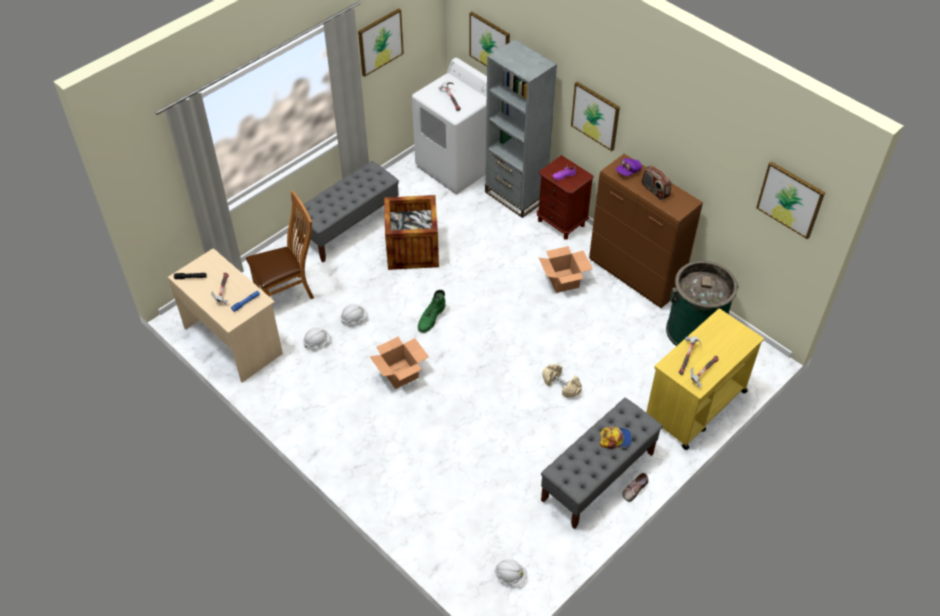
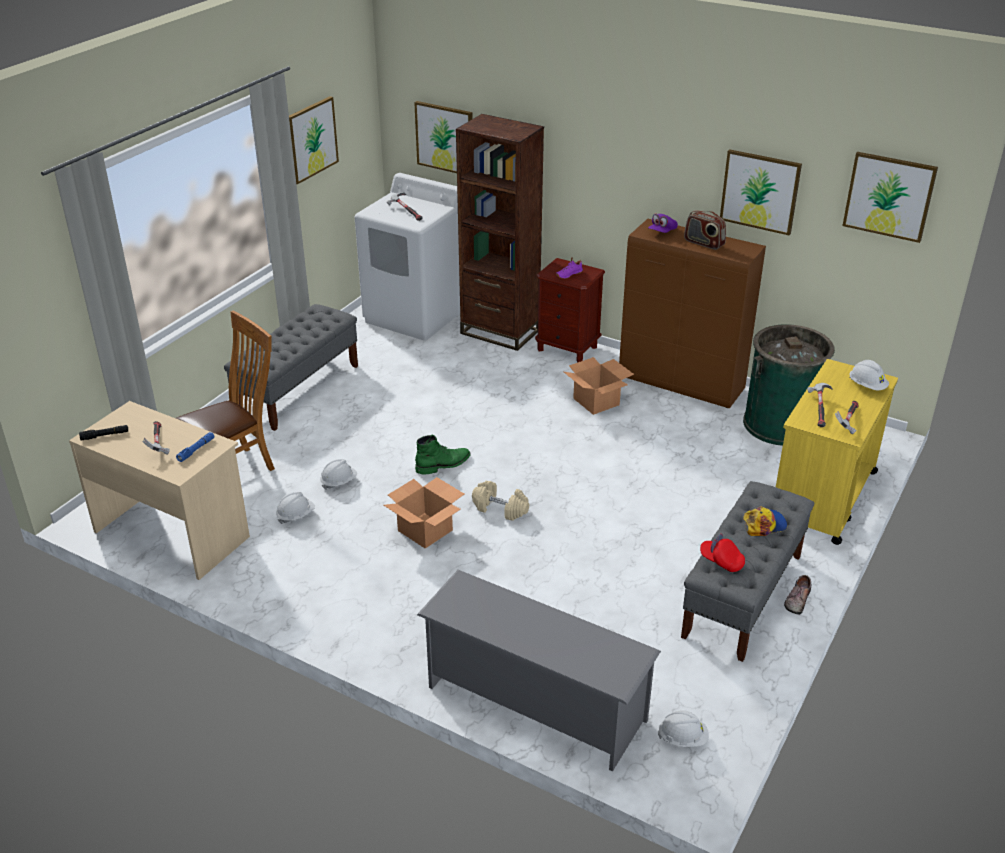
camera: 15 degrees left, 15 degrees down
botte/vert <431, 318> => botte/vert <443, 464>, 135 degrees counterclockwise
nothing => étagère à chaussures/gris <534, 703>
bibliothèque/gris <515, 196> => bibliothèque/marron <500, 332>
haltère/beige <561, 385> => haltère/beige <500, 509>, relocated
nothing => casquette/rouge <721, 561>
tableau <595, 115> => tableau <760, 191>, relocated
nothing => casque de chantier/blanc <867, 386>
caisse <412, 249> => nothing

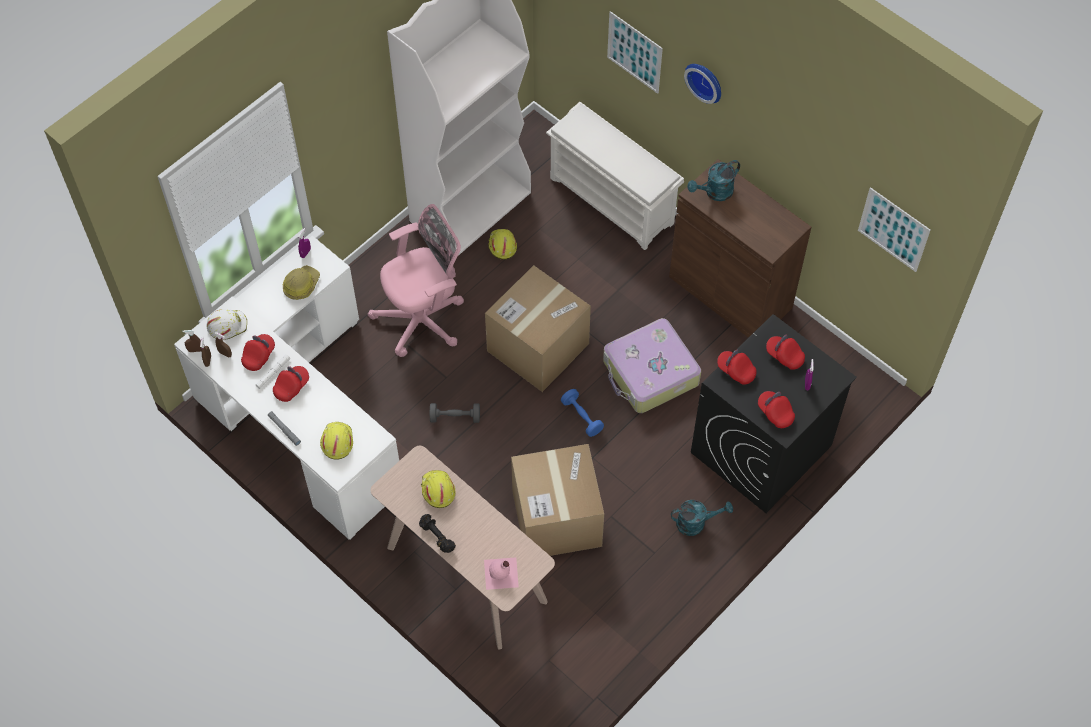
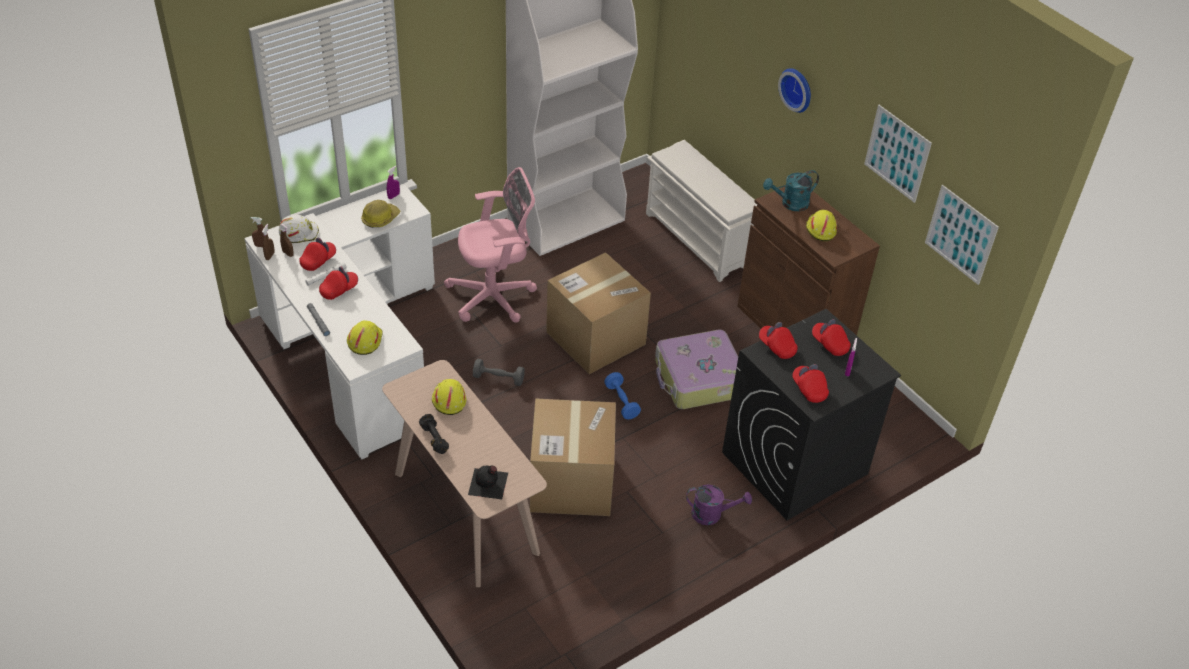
camera: 10 degrees right, 15 degrees down
bouteille/rose <501, 574> => bouteille/noir <488, 484>
arrosoir/turquoise <696, 523> => arrosoir/violet <712, 514>
casque de chantier/jaune <502, 245> => casque de chantier/jaune <820, 229>, relocated
tableau <634, 52> => tableau <897, 153>, relocated

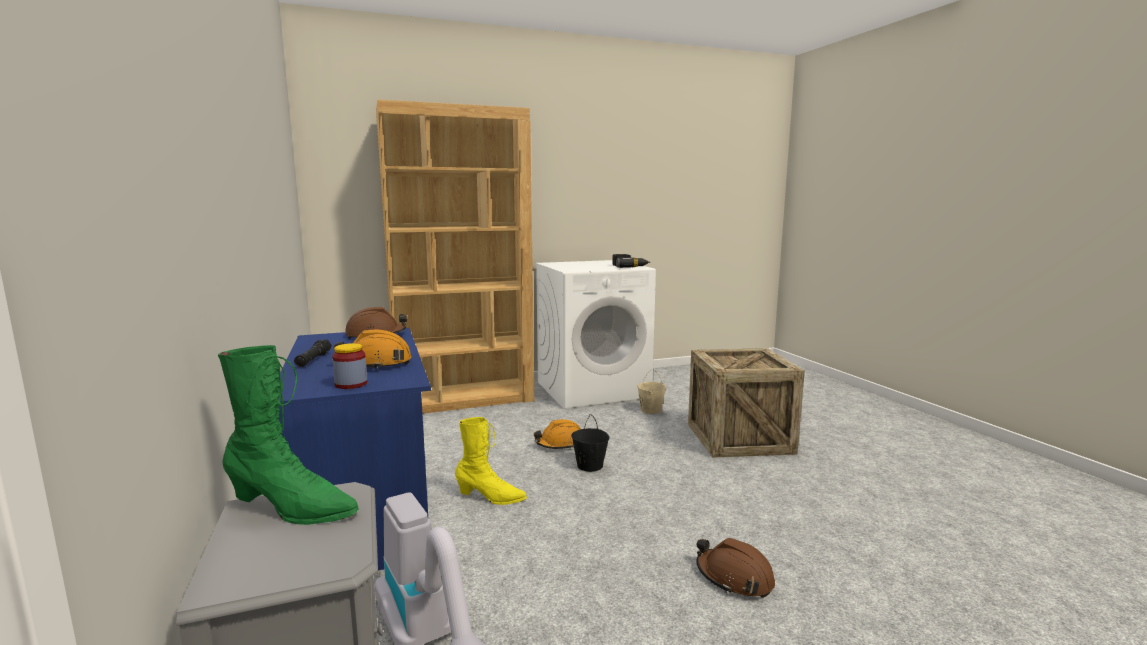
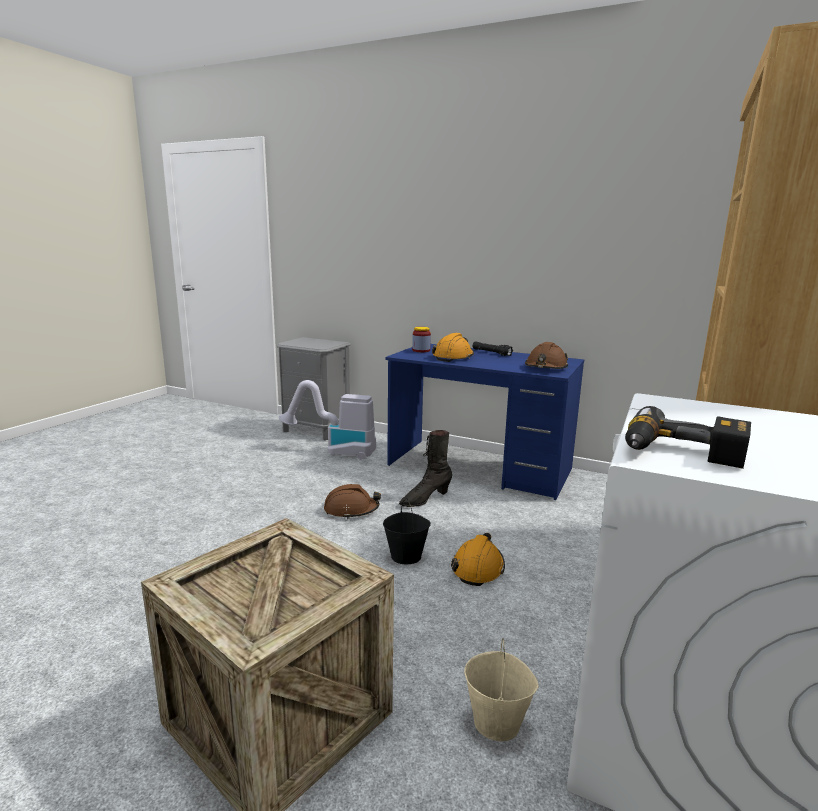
camera: 135 degrees right, 5 degrees up
casque de chantier/marron <734, 578> => casque de chantier/marron <351, 510>, relocated
botte/jaune <490, 498> => botte/noir <425, 499>
botte/vert <292, 509> => nothing

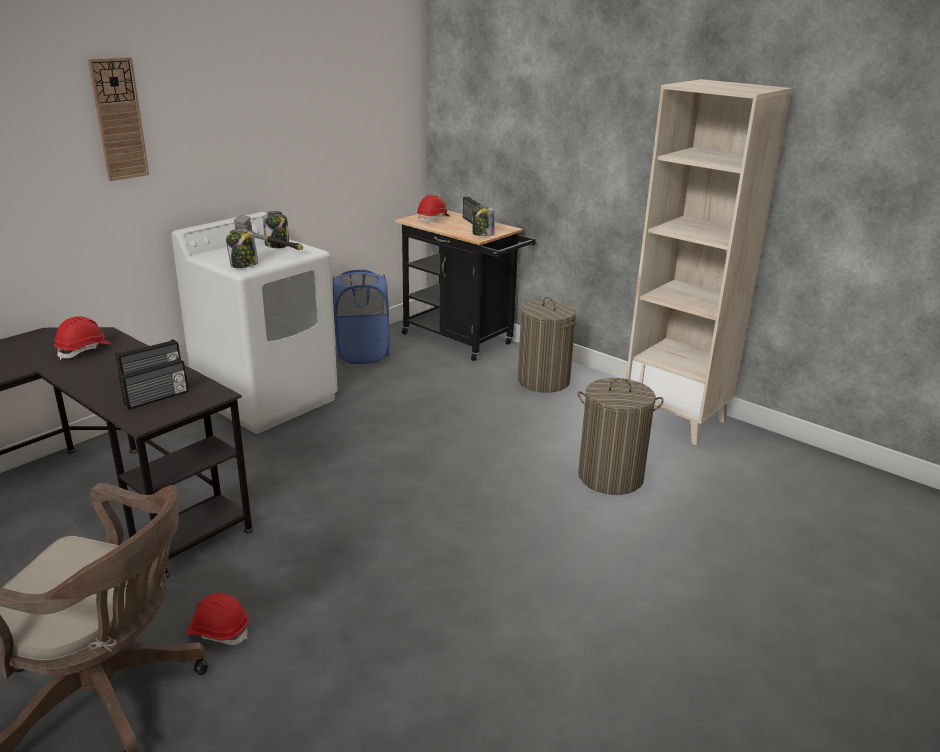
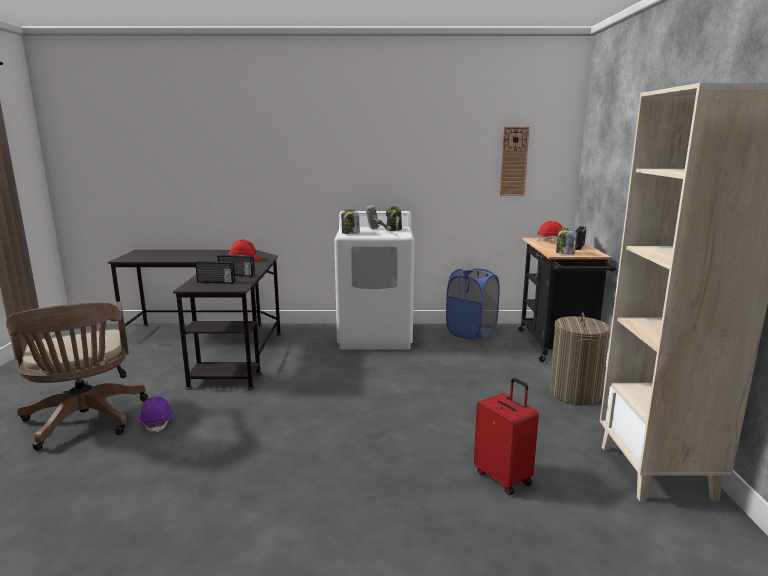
camera: 50 degrees right, 10 degrees down
casque de chantier/rouge <219, 631> => casque de chantier/violet <157, 422>
panier à linge <610, 477> => valise/rouge <504, 478>
horloge murale <119, 119> => horloge murale <513, 161>, relocated

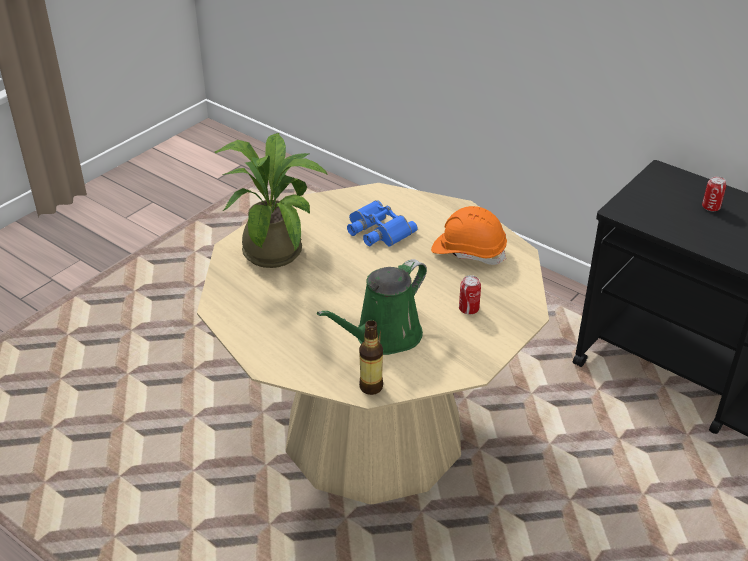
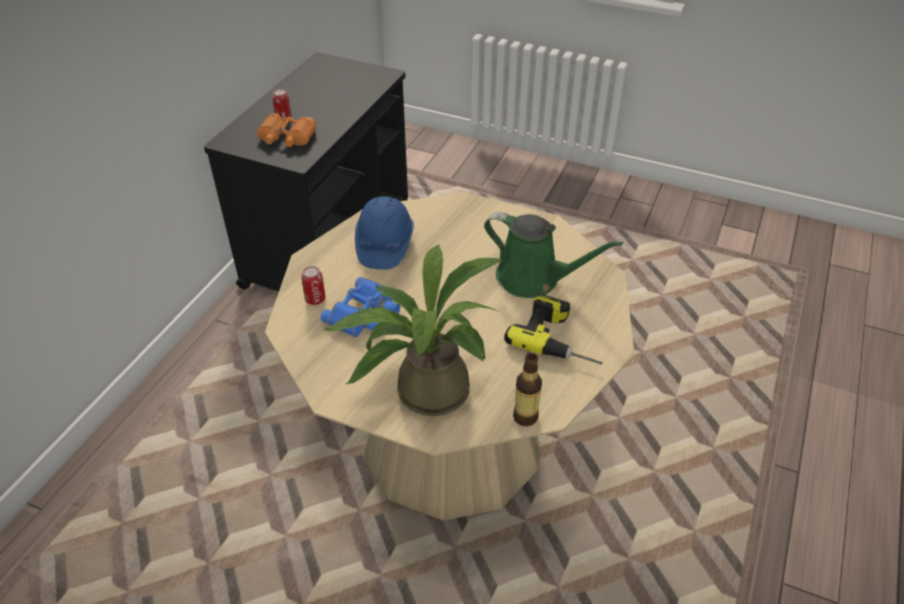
camera: 105 degrees left, 5 degrees up
nothing => jumelles/orange <287, 138>
boîte métallique <468, 309> => boîte métallique <315, 299>, relocated
casque de chantier/orange <468, 251> => casque de chantier/bleu <384, 245>
nothing => perceuse <560, 338>
bouteille <371, 387> => bouteille <525, 417>, relocated

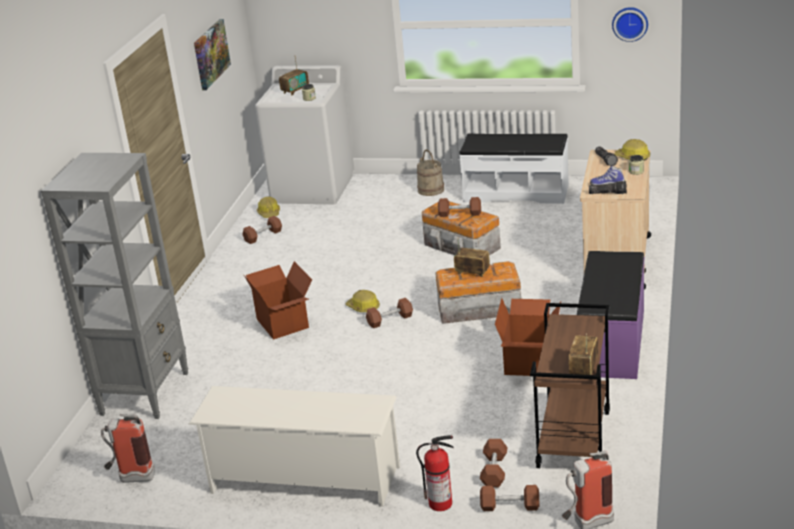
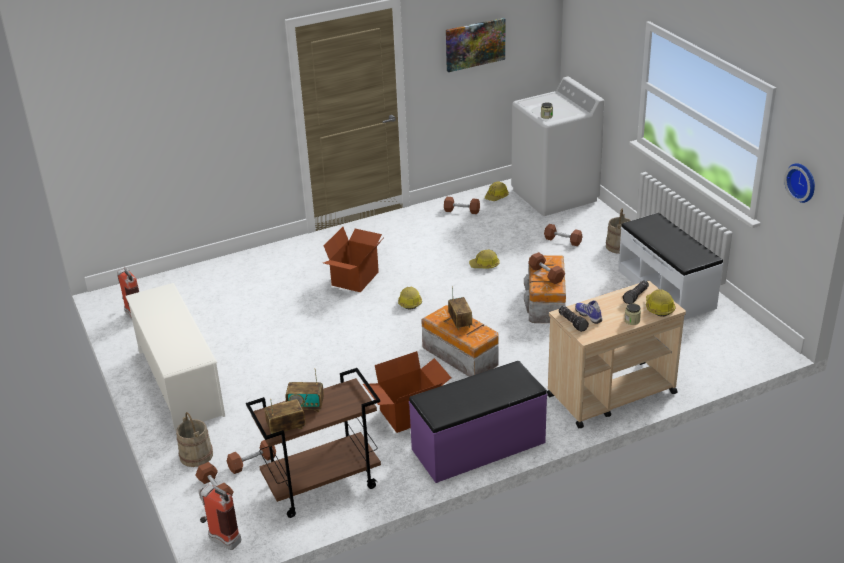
camera: 50 degrees right, 5 degrees up
extincteur <441, 503> => seau/beige <196, 455>
radio <295, 91> => radio <306, 406>, relocated
nothing => casque de chantier <484, 265>
haltère/marron <390, 320> => haltère/marron <563, 240>, relocated
bibliothèque/gris <145, 393> => nothing

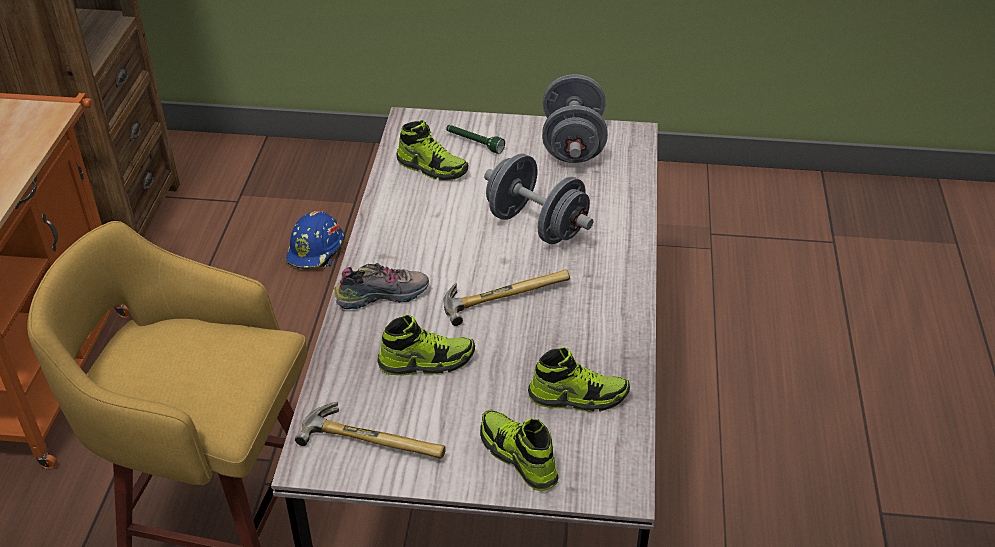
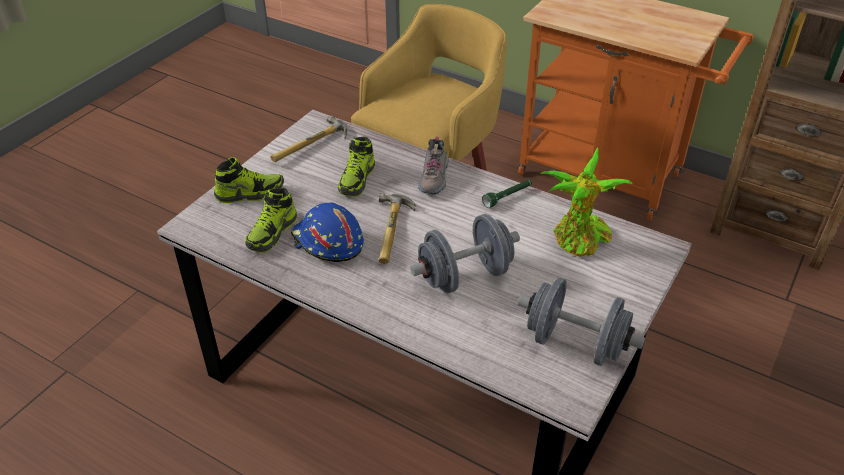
camera: 115 degrees right, 0 degrees up
casque de chantier/bleu <316, 251> => casque de chantier/bleu <327, 243>, relocated
lampe de poche/vert <474, 143> => lampe de poche/vert <508, 197>, relocated
chaussure <432, 167> => plante en pot <579, 241>

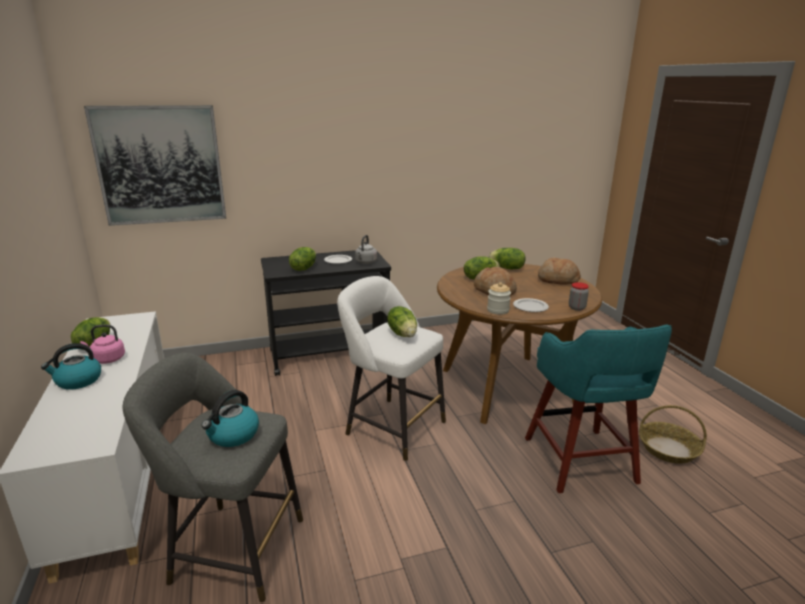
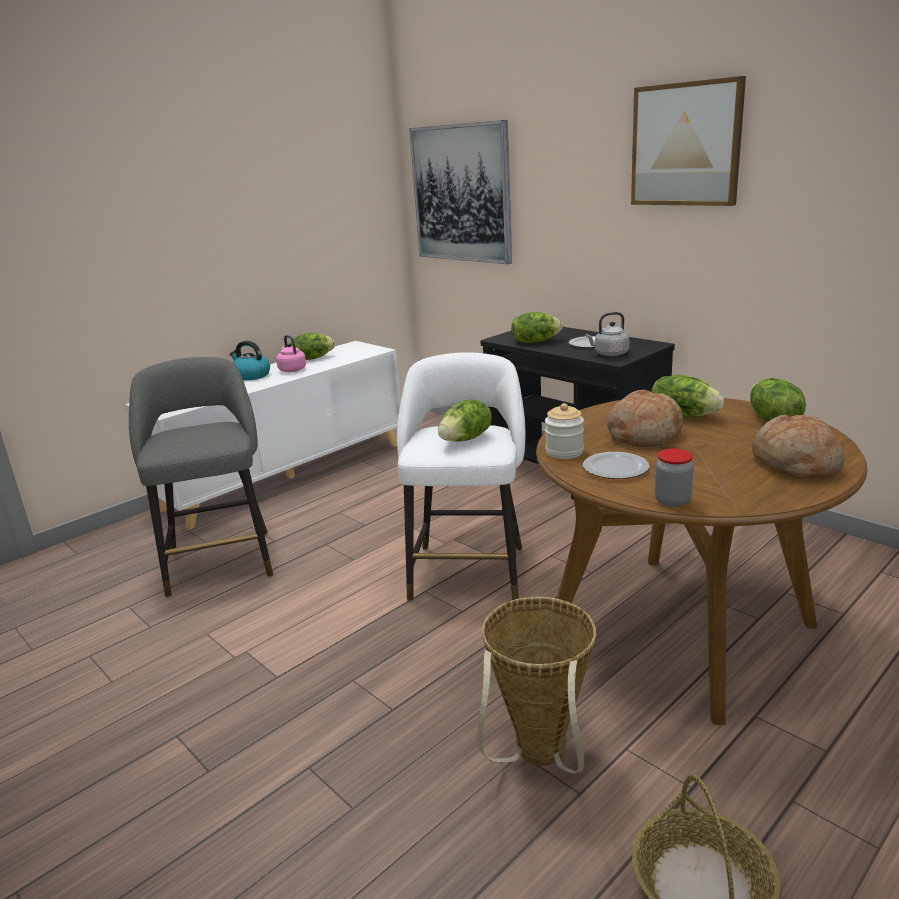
camera: 65 degrees right, 0 degrees up
tabouret/turquoise <580, 462> => panier <539, 759>
nothing => tableau <686, 145>
bouilloire <233, 435> => nothing

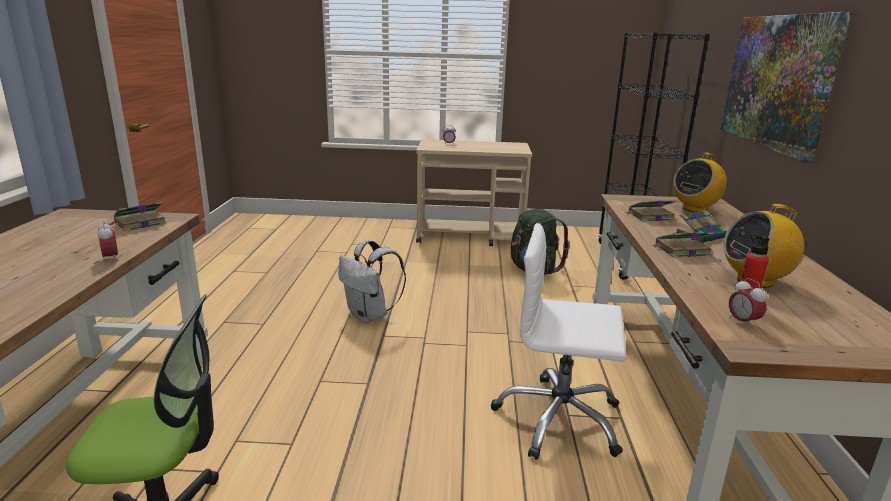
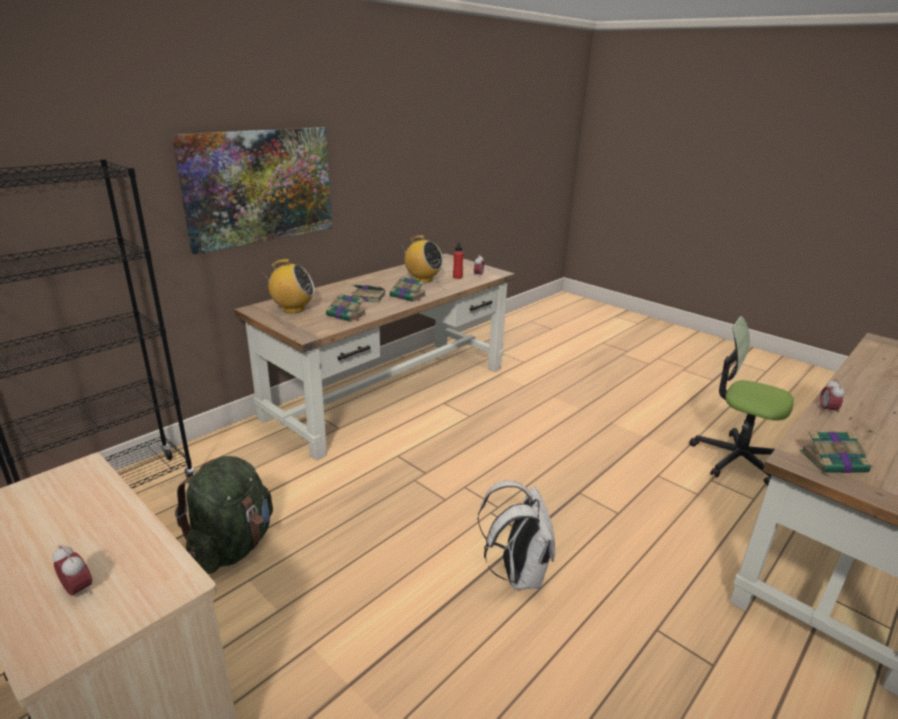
camera: 140 degrees left, 5 degrees up
chaise de bureau/blanc <558, 419> => nothing

